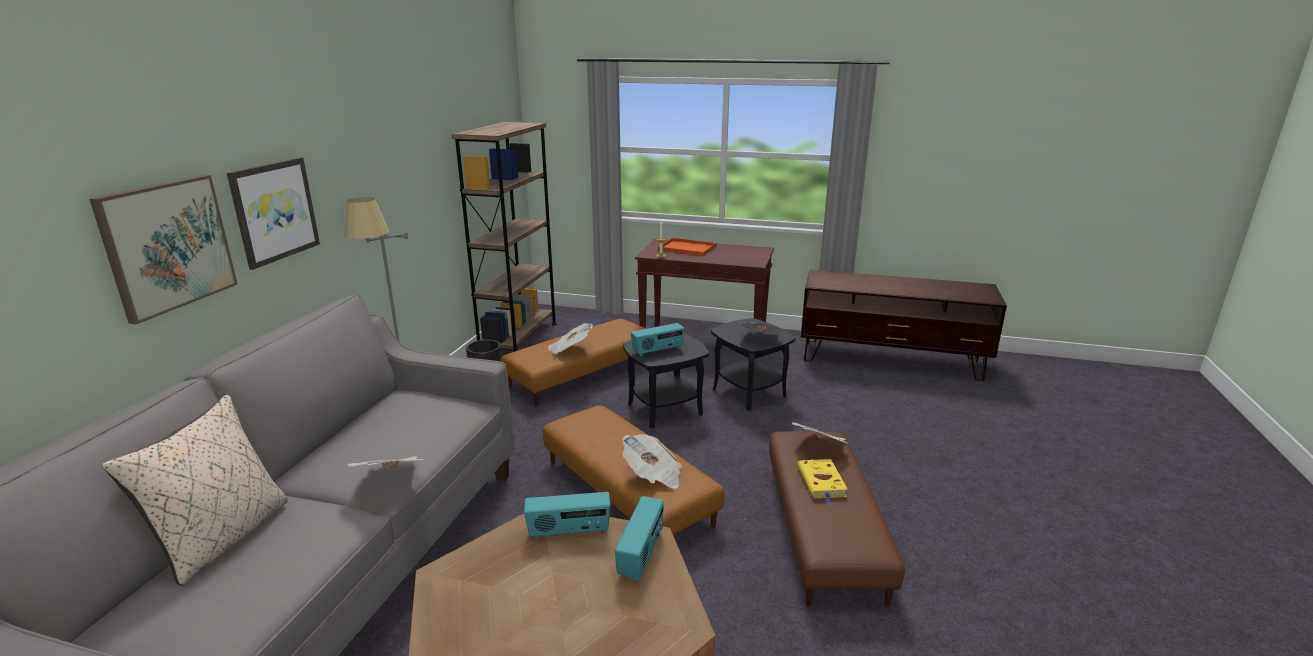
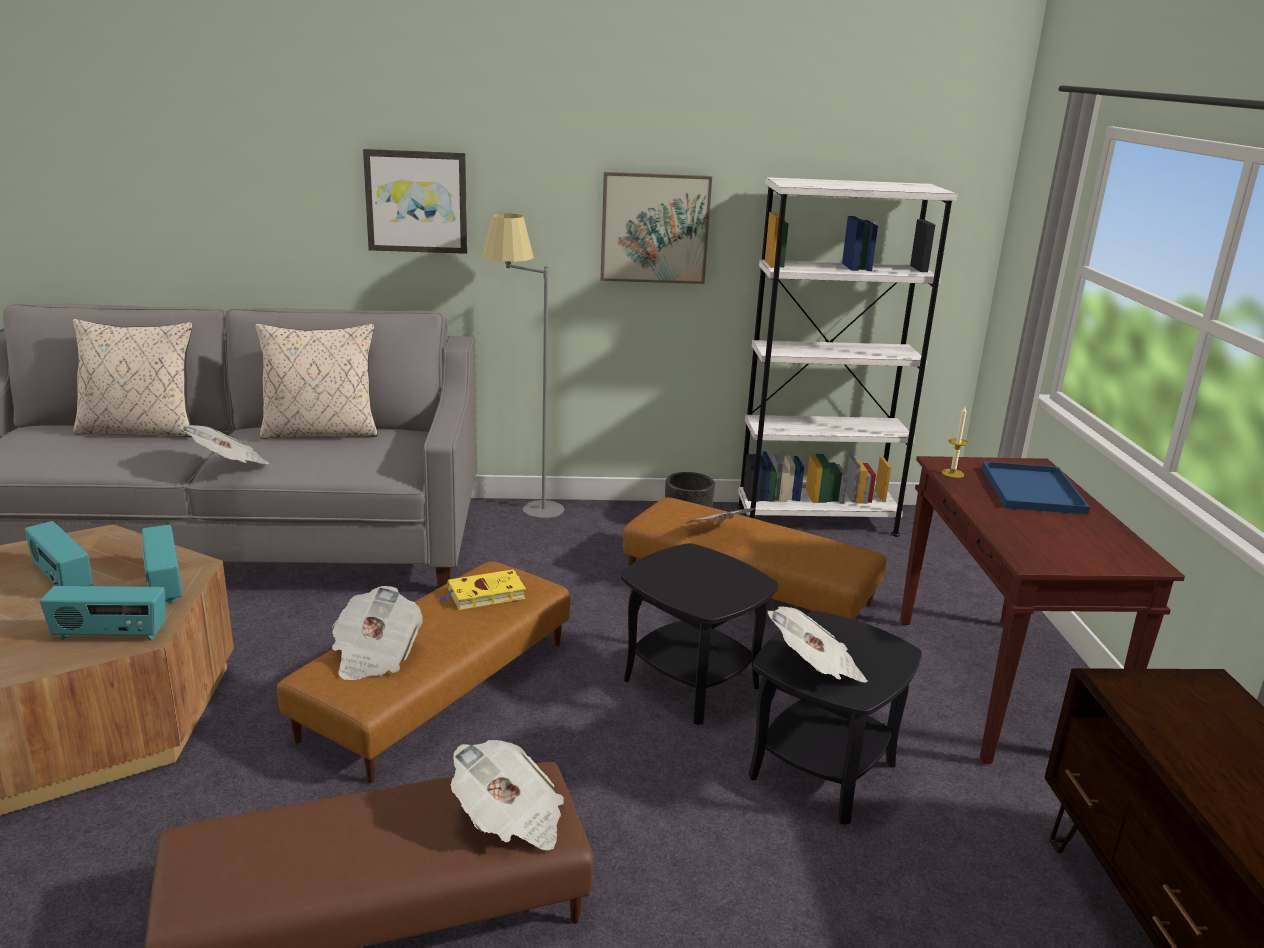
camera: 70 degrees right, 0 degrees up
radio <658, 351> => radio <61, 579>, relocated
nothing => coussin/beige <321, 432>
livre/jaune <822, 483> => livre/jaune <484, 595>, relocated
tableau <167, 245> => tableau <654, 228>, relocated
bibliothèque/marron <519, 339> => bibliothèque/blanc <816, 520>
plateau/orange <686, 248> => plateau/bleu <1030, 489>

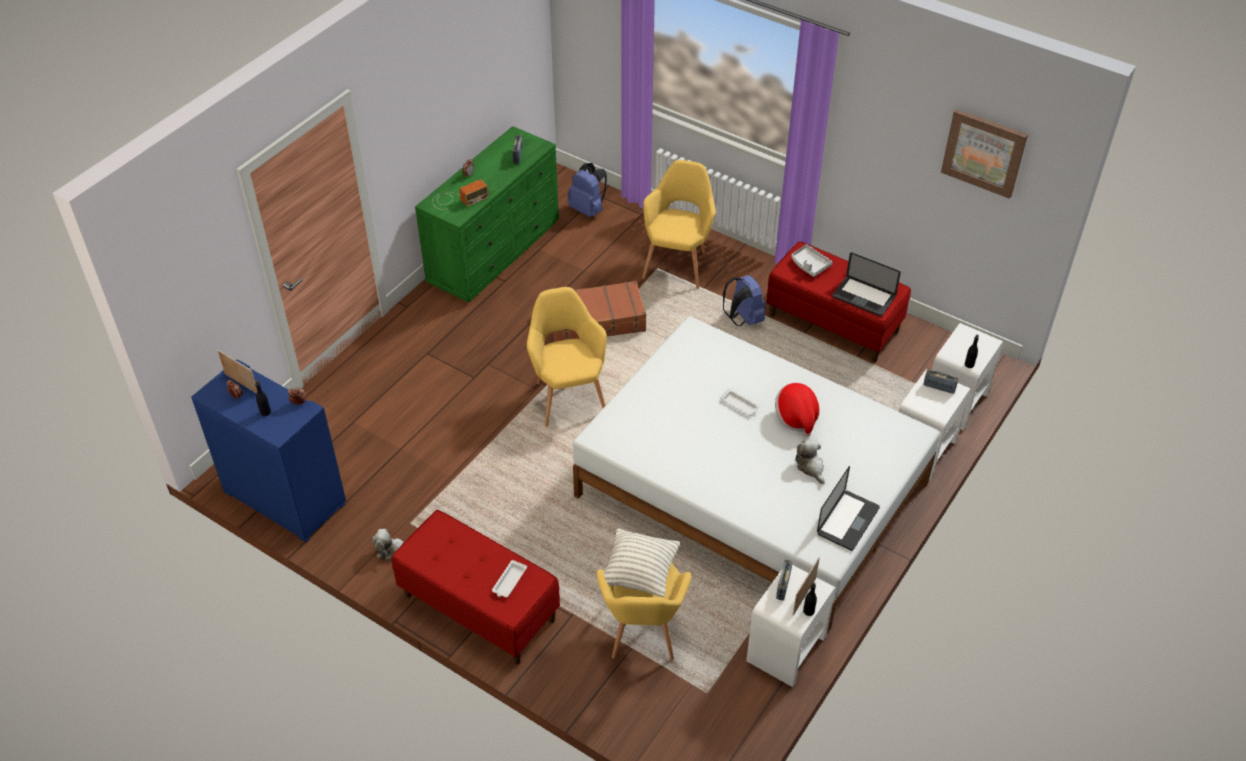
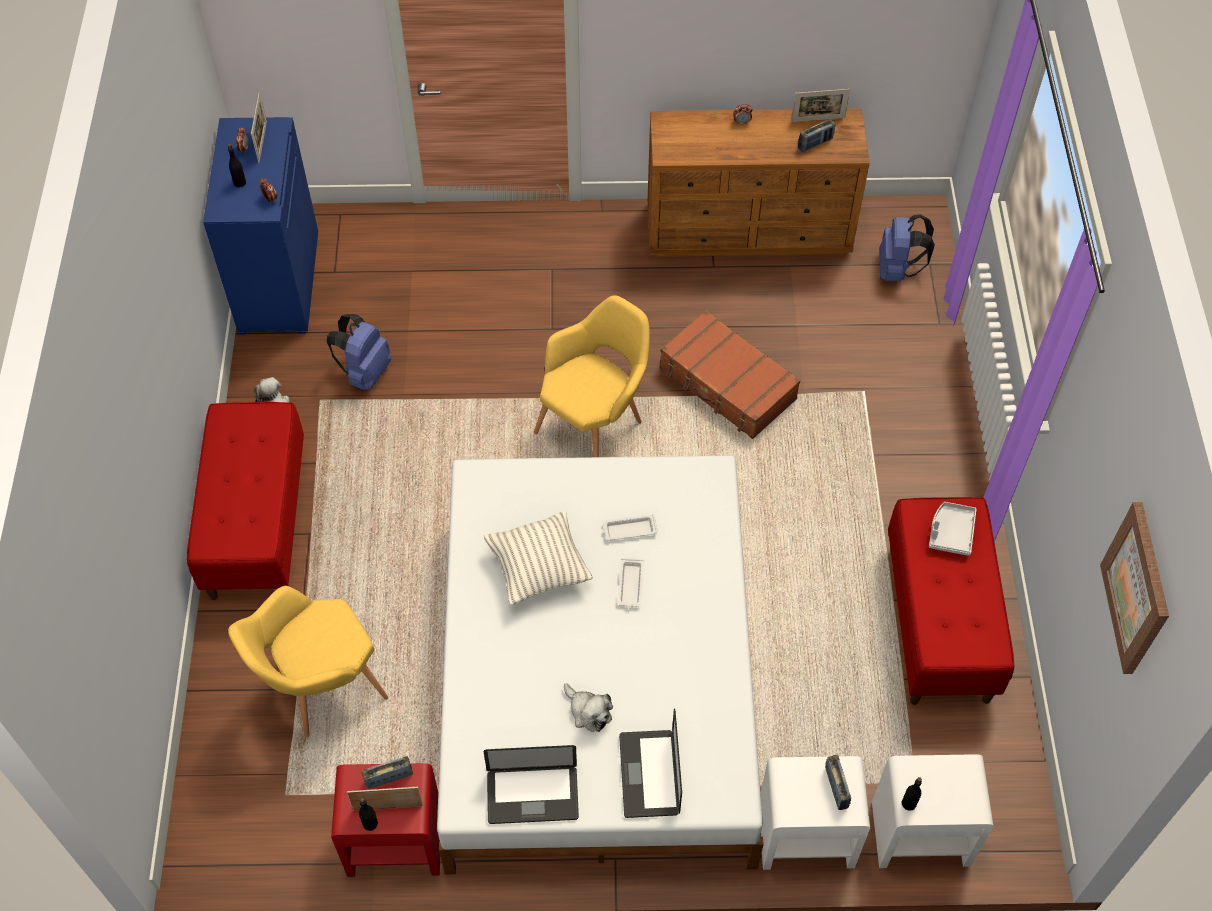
camera: 55 degrees right, 10 degrees up
sac à dos/bleu <743, 319> => sac à dos/bleu <364, 372>, relocated
table de chevet/blanc <786, 649> => table de chevet/rouge <394, 842>
coussin <639, 573> => coussin <538, 569>, relocated
peluche <811, 467> => peluche <588, 712>, 105 degrees clockwise
plateau/blanc <509, 581> => plateau/blanc <629, 530>, relocated
ordinateur portable <863, 297> => ordinateur portable <649, 774>, relocated
commode/vert <495, 251> => commode/marron <749, 230>
nothing => cadre photo <818, 119>
radio <457, 199> => nothing
fauteuil/jaune <678, 262> => nothing
chapeau <796, 417> => nothing

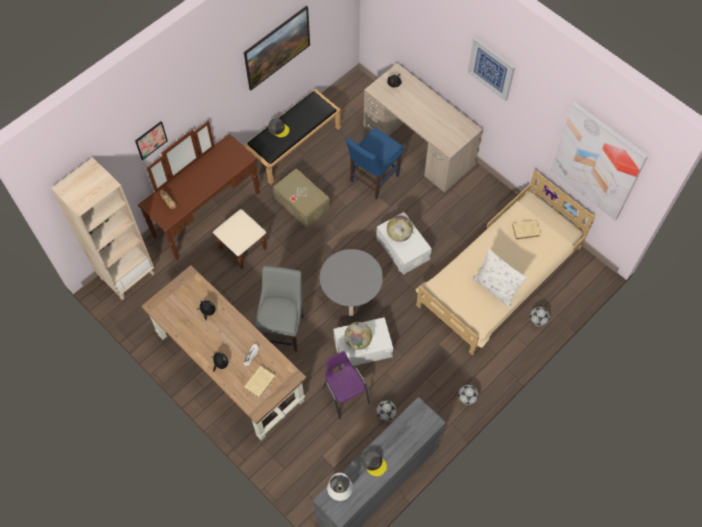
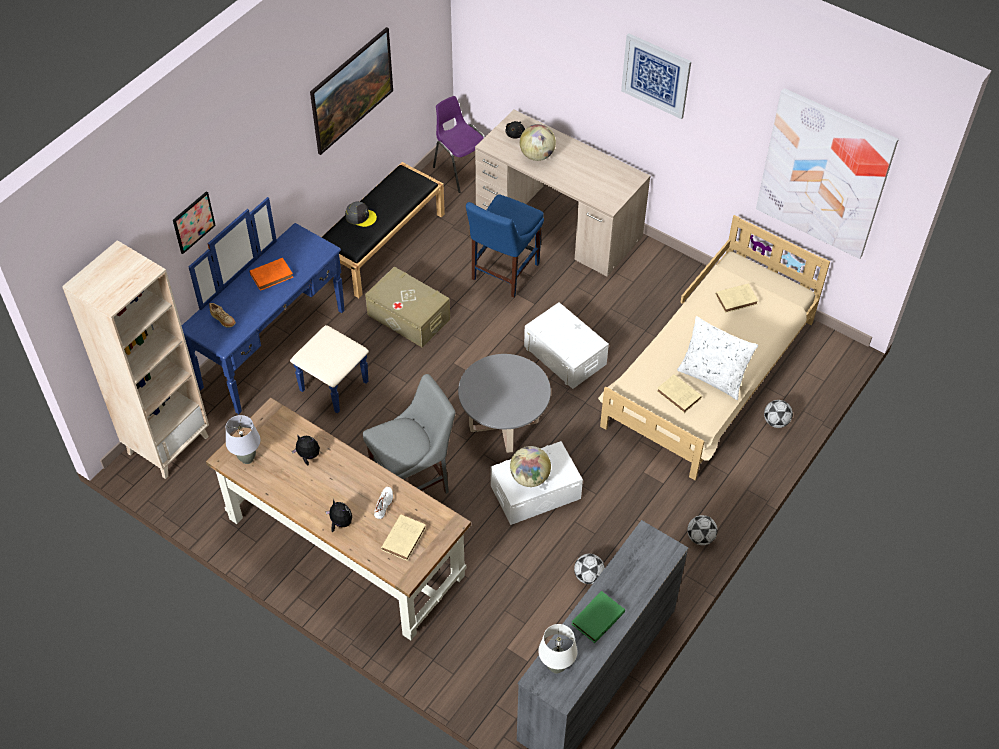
camera: 10 degrees left, 10 degrees down
commode/marron <215, 222> => commode/bleu <287, 356>
nothing => lampe de table/gris <247, 459>
nothing => livre/orange <272, 275>
chaise/gris <283, 328> => chaise/gris <414, 483>, 60 degrees clockwise
chaise/violet <345, 394> => chaise/violet <461, 170>, relocated
globe <399, 235> => globe <537, 155>, relocated
casquette/gris <374, 463> => livre/vert <597, 617>
nothing => livre/beige <679, 396>

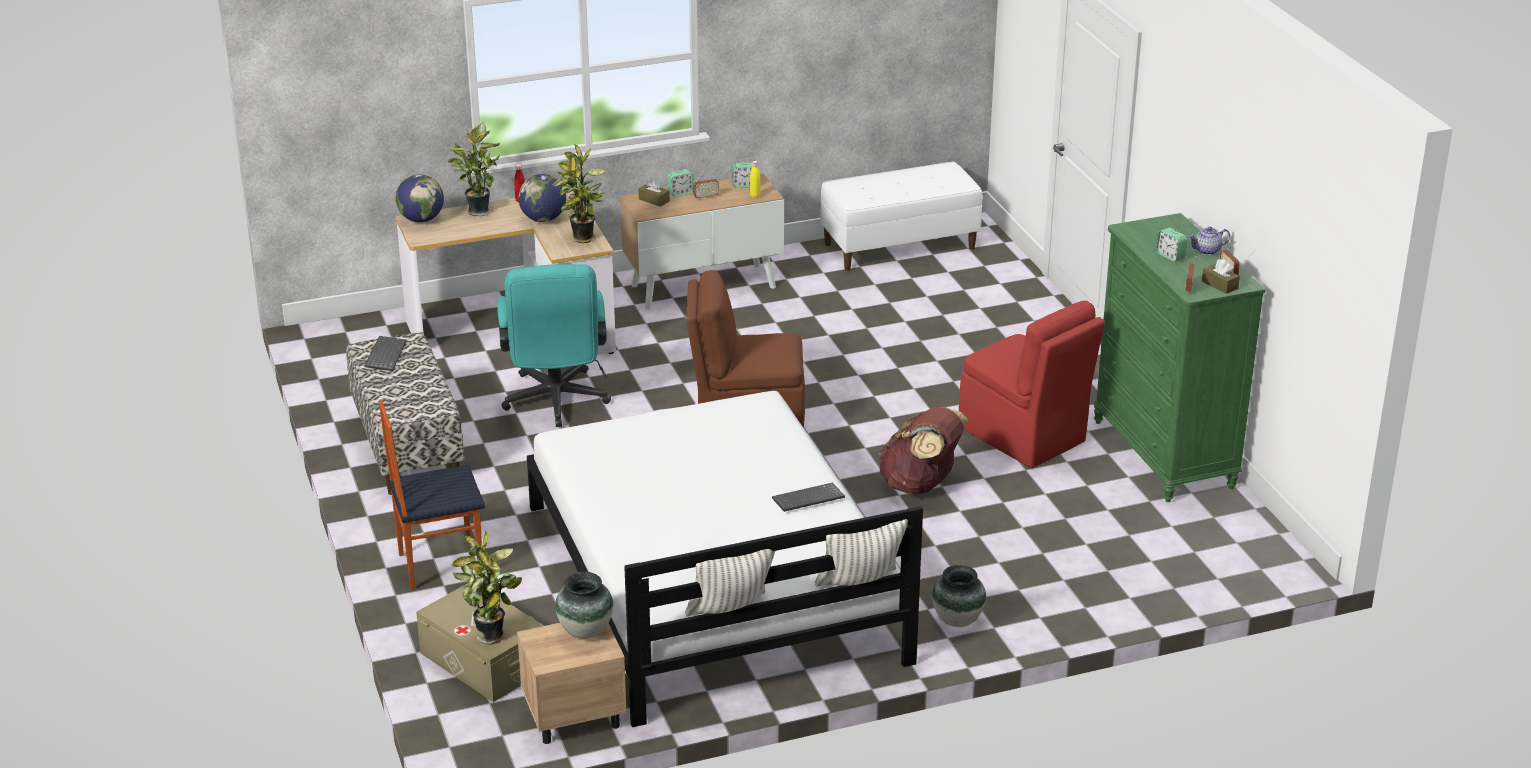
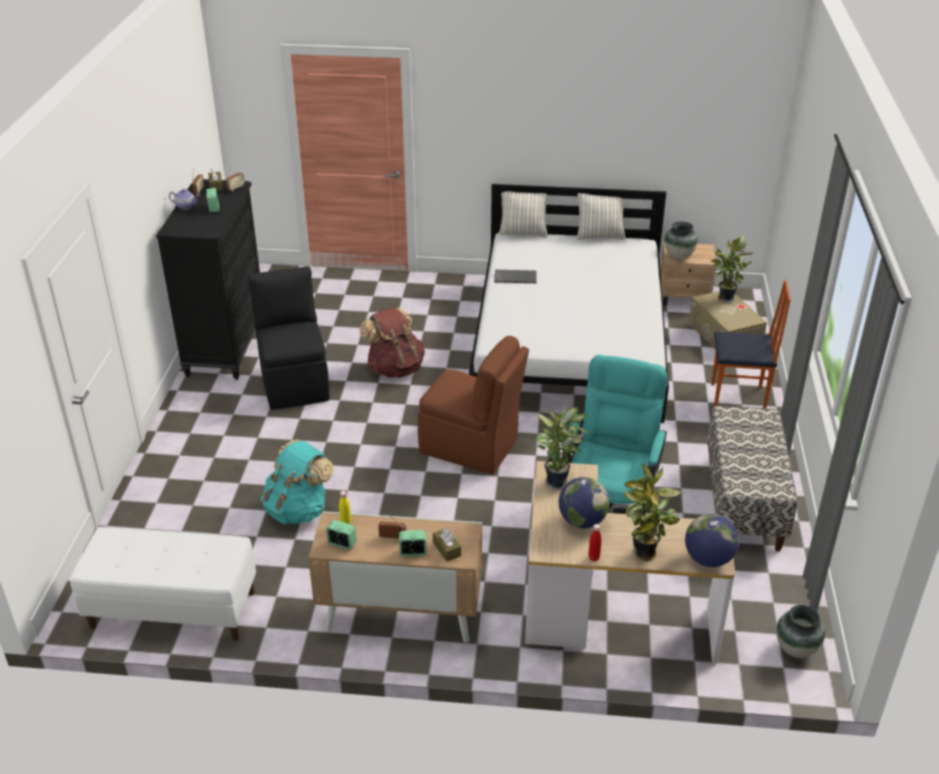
camera: 155 degrees left, 5 degrees up
commode/vert <1164, 454> => commode/noir <226, 346>
chaise/rouge <1024, 436> => chaise/noir <294, 382>
nothing => sac à dos/turquoise <298, 510>
vase <957, 620> => vase <795, 649>, relocated
clavier <385, 354> => nothing

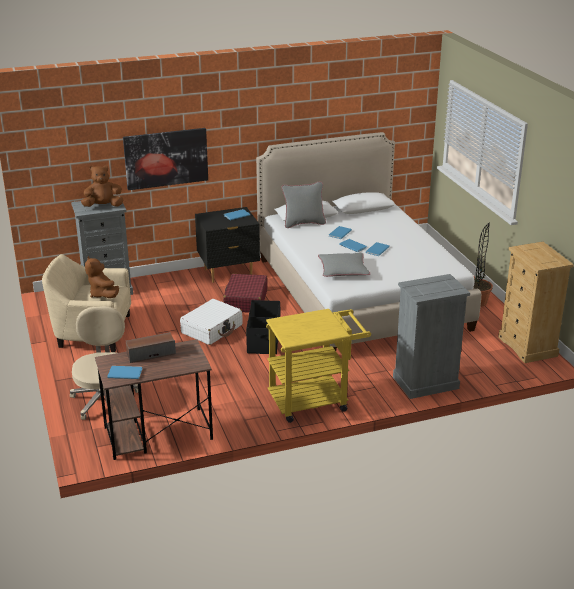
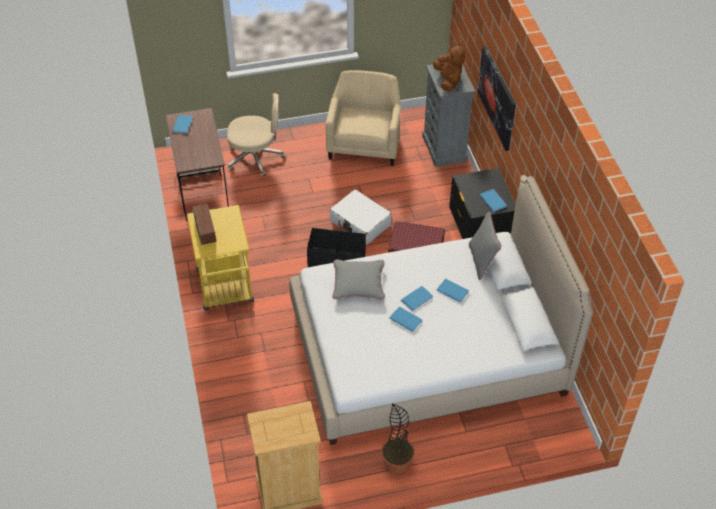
camera: 95 degrees right, 20 degrees up
enceinte <151, 354> => enceinte <205, 228>, relocated
peluche/marron <103, 294> => nothing
commode/gris <425, 383> => nothing

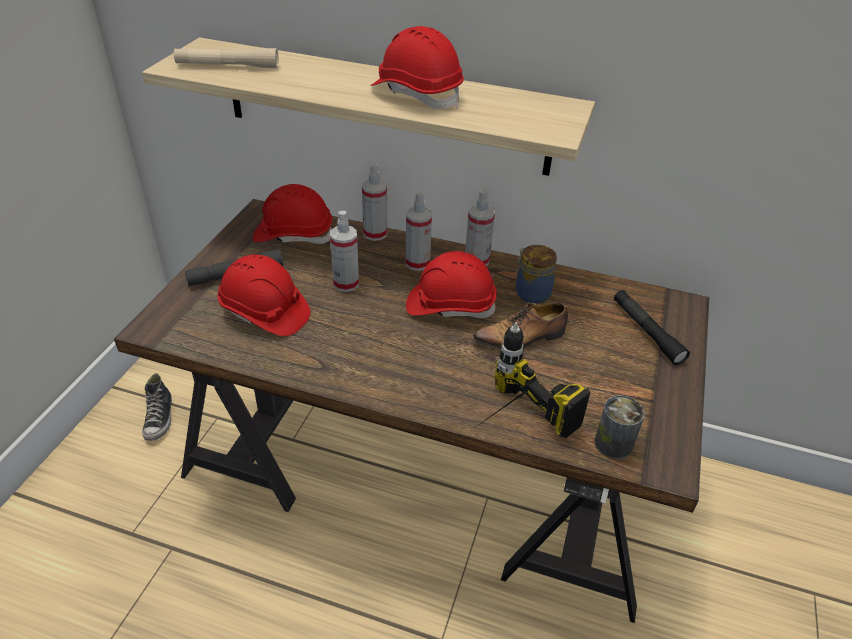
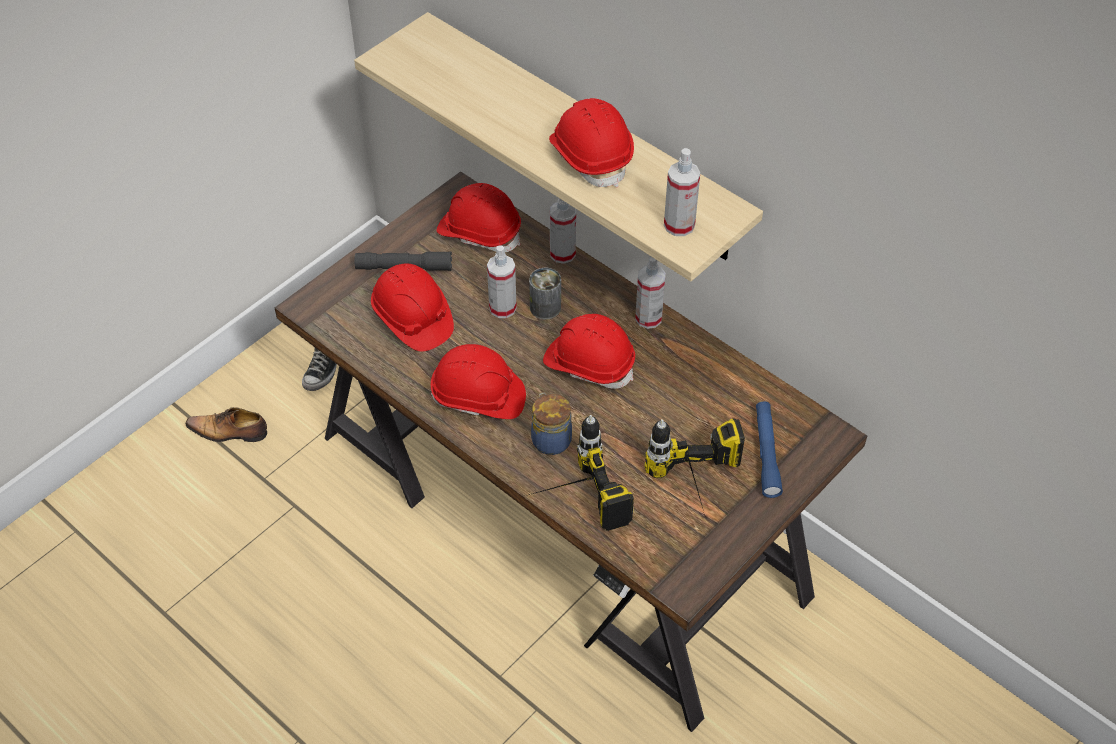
camera: 25 degrees right, 10 degrees up
chaussure <522, 337> => chaussure <229, 432>, relocated
nothing => casque de chantier/rouge <478, 398>
boîte métallique <613, 444> => boîte métallique <545, 307>, relocated
bocal <531, 293> => bocal <550, 439>, relocated
nothing => perceuse <698, 492>
vaporisateur <417, 263> => vaporisateur <679, 225>, relocated
lampe de poche/noir <646, 332> => lampe de poche/bleu <766, 453>
lampe de poche/beige <228, 66> => nothing

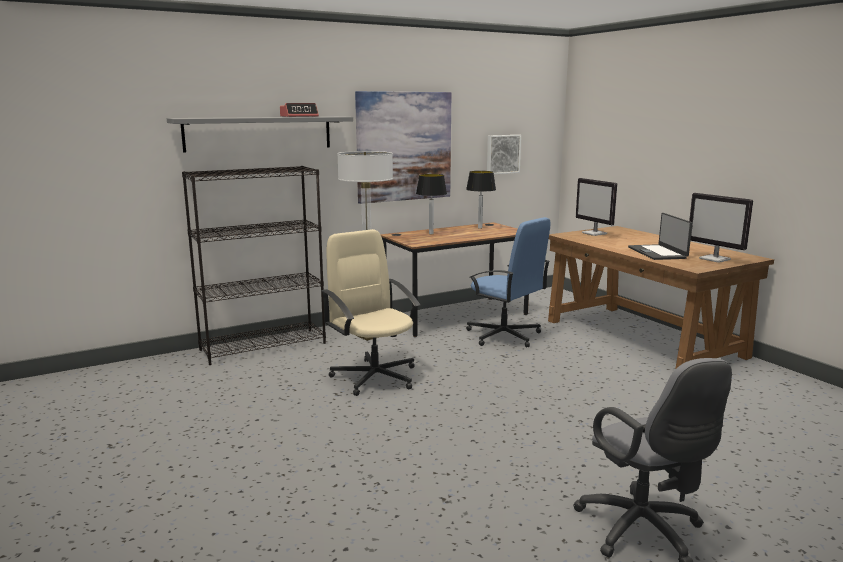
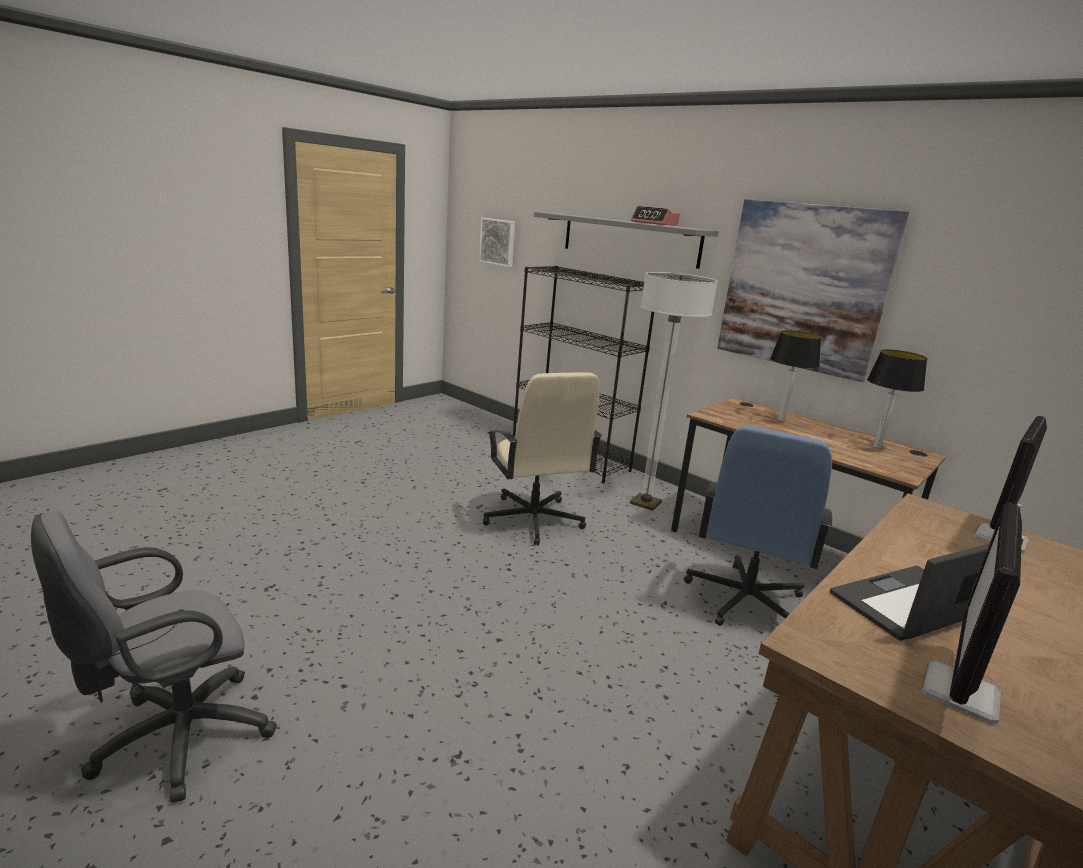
camera: 70 degrees right, 5 degrees up
tableau <502, 154> => tableau <498, 242>, relocated
chaise de bureau/beige <374, 376> => chaise de bureau/beige <533, 520>, 120 degrees clockwise

